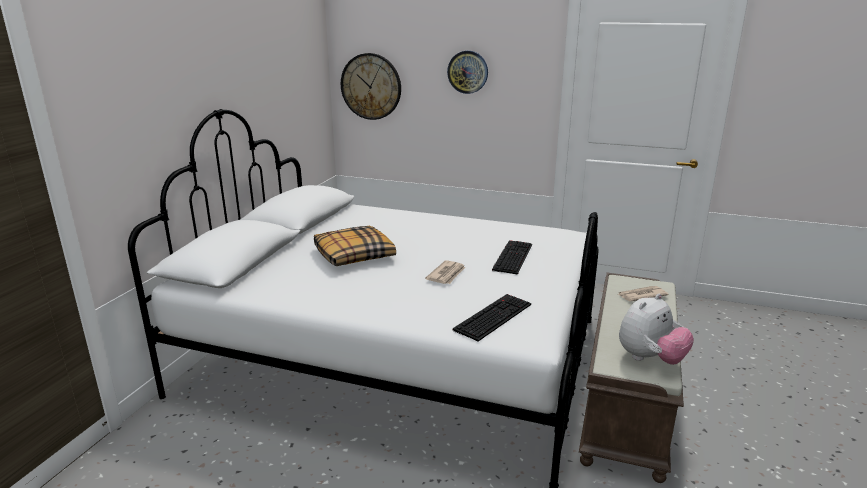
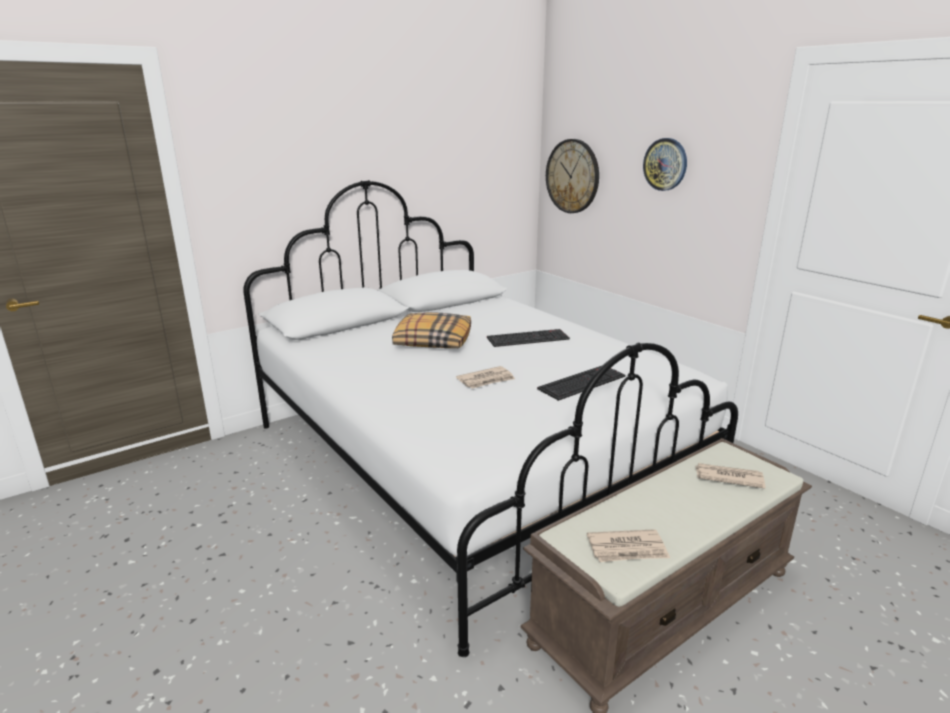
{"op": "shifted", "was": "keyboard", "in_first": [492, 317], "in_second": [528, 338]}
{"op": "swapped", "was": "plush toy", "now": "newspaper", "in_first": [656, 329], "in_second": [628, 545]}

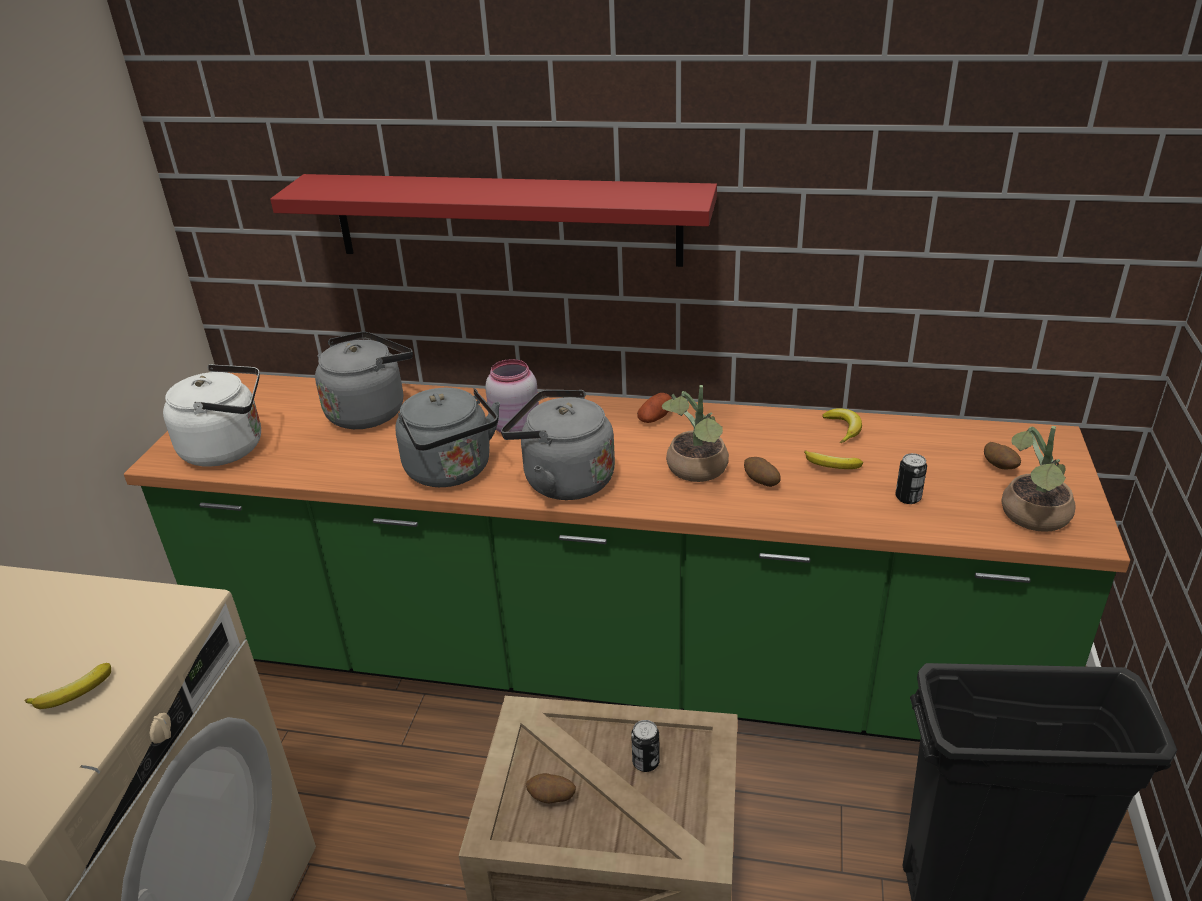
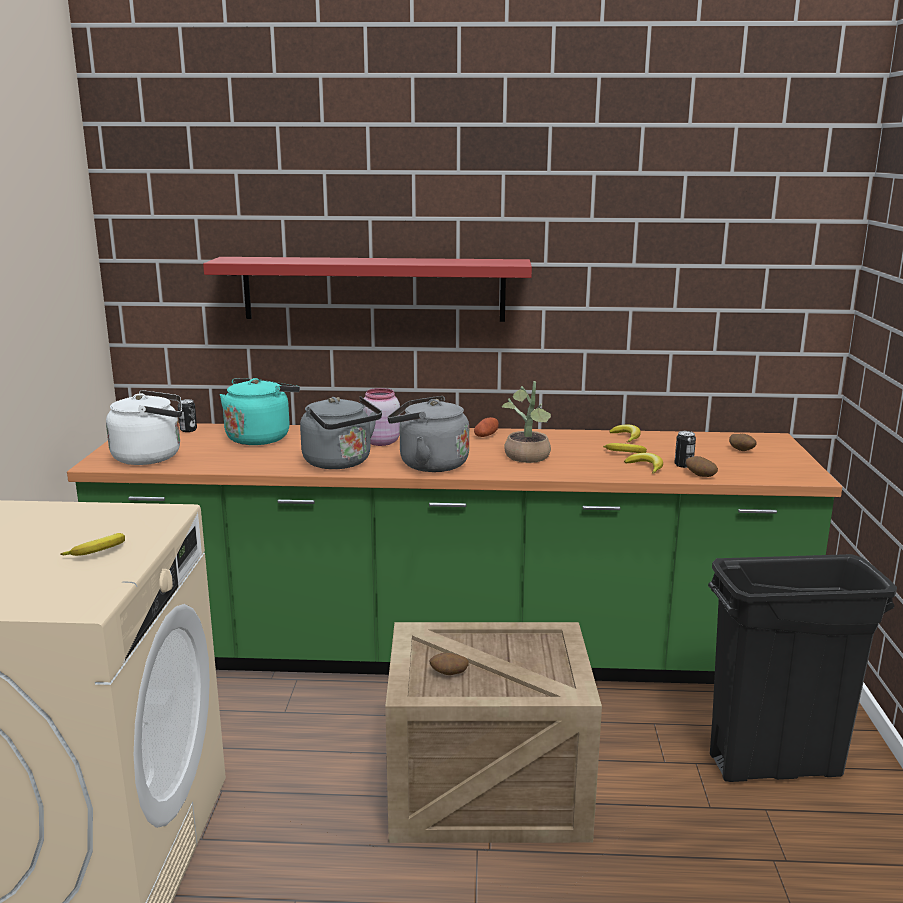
{"op": "shifted", "was": "can", "in_first": [645, 746], "in_second": [187, 415]}
{"op": "repainted", "was": "kettle (grey)", "now": "kettle (turquoise)", "in_first": [364, 380], "in_second": [260, 411]}
{"op": "new", "now": "banana", "in_second": [643, 463]}
{"op": "shifted", "was": "potato", "in_first": [762, 472], "in_second": [702, 466]}
{"op": "gone", "was": "potted plant", "in_first": [1039, 479]}

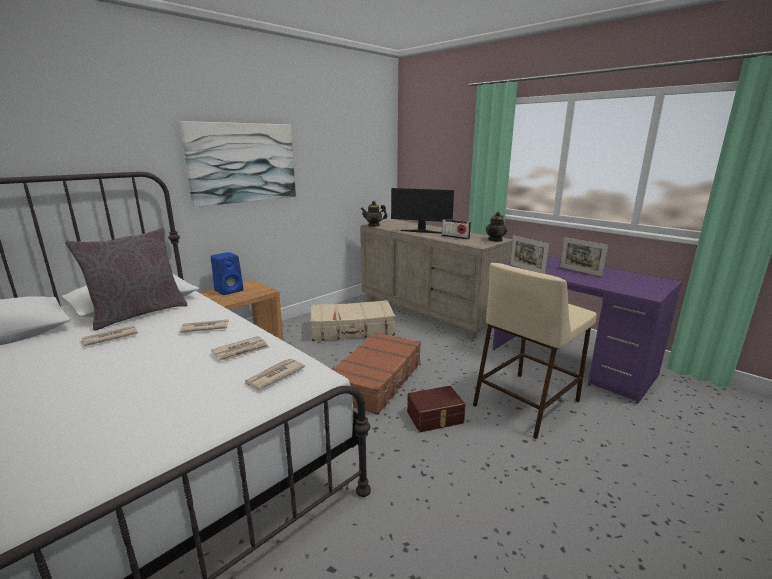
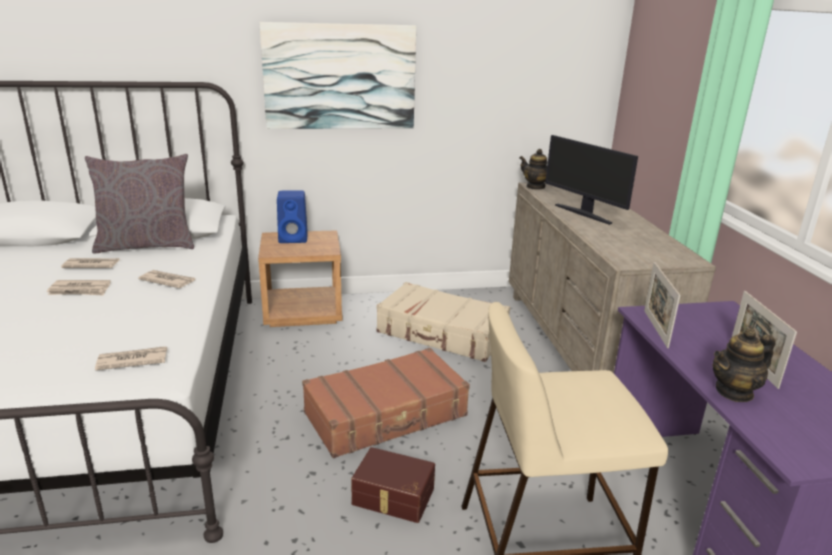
{"op": "shifted", "was": "newspaper", "in_first": [240, 348], "in_second": [79, 288]}
{"op": "shifted", "was": "teapot", "in_first": [496, 227], "in_second": [744, 365]}
{"op": "gone", "was": "radio", "in_first": [456, 229]}

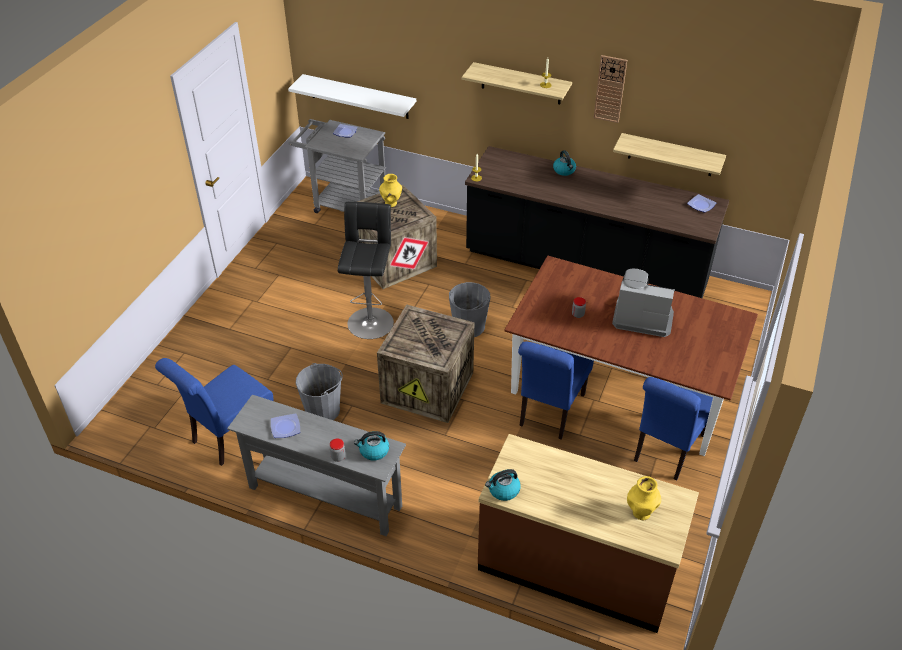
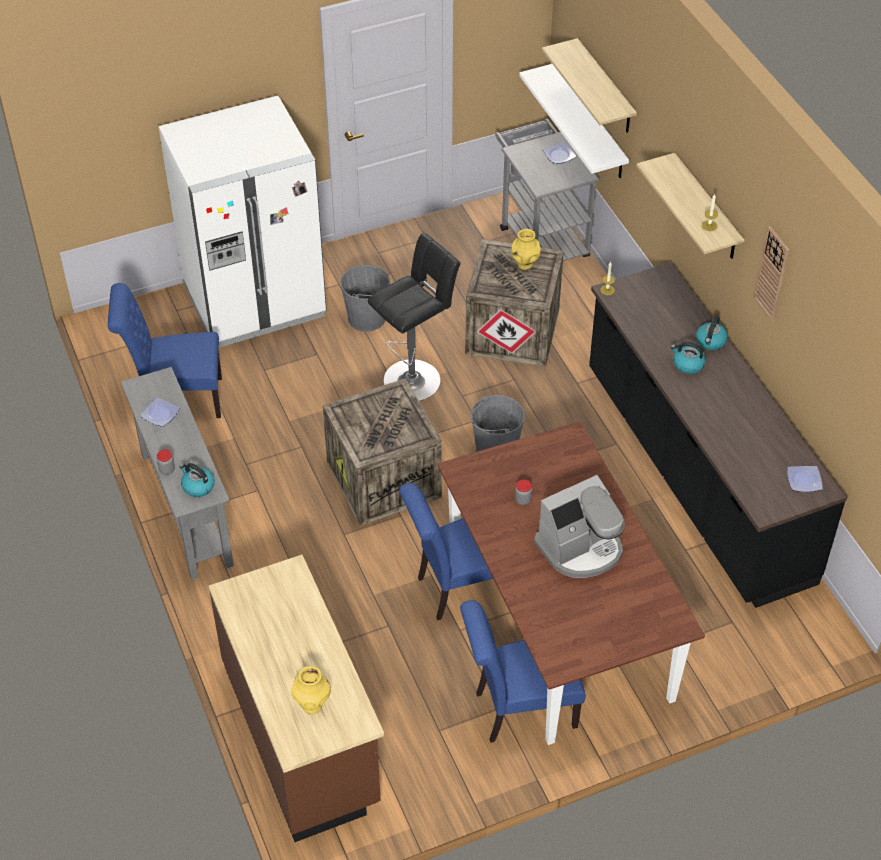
{"op": "new", "now": "fridge (white)", "in_second": [243, 222]}
{"op": "shifted", "was": "bucket (grey)", "in_first": [319, 391], "in_second": [365, 298]}
{"op": "rotated", "was": "coffee machine", "in_first": [643, 302], "in_second": [579, 526], "clockwise": 90}
{"op": "shifted", "was": "shelf", "in_first": [669, 154], "in_second": [589, 85]}
{"op": "shifted", "was": "kettle", "in_first": [503, 485], "in_second": [688, 358]}

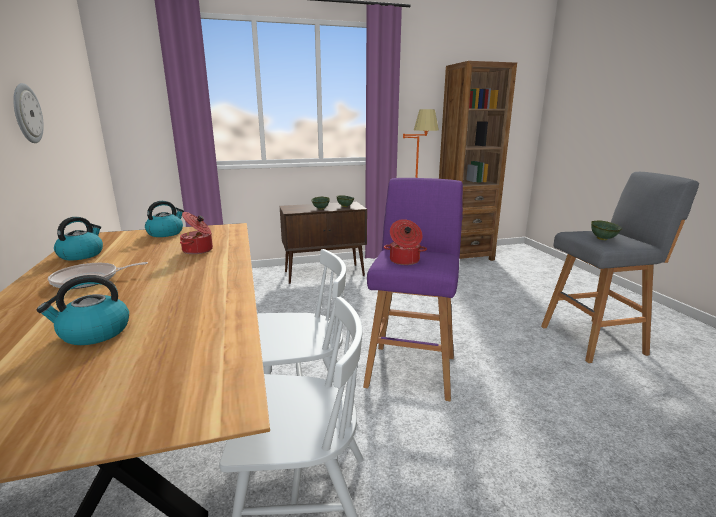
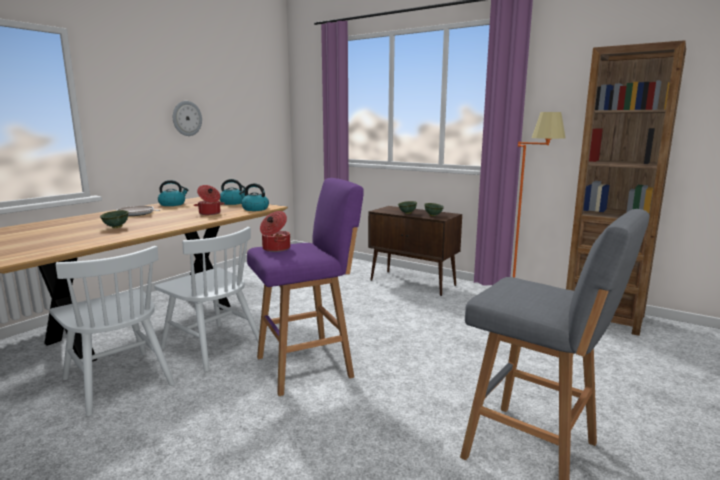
{"op": "shifted", "was": "bowl (green)", "in_first": [606, 230], "in_second": [114, 219]}
{"op": "shifted", "was": "kettle", "in_first": [83, 310], "in_second": [254, 197]}

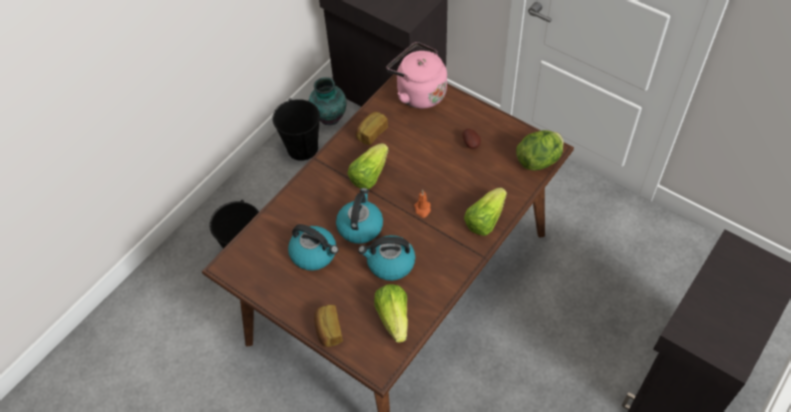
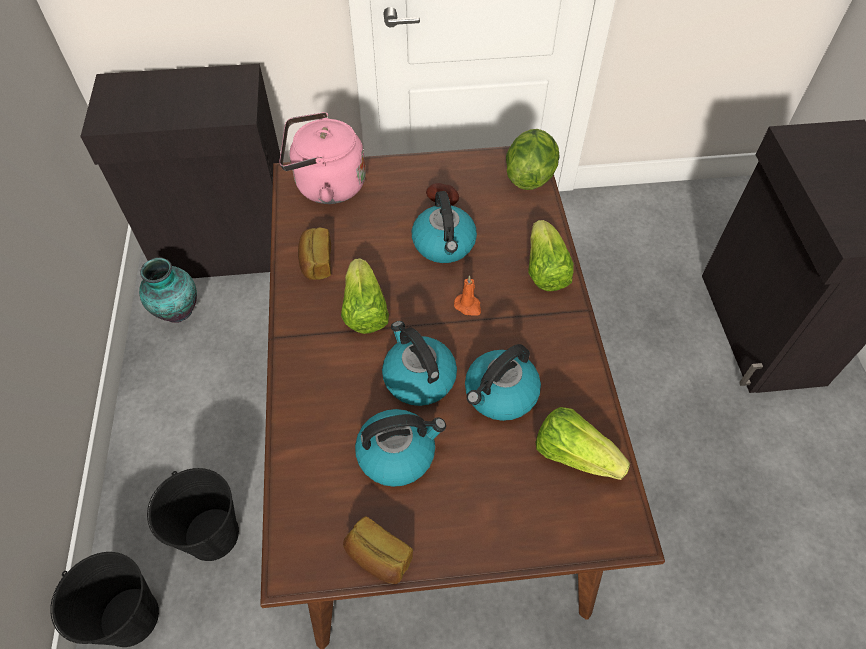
{"op": "shifted", "was": "bucket (black)", "in_first": [296, 129], "in_second": [104, 599]}
{"op": "shifted", "was": "bread", "in_first": [328, 326], "in_second": [378, 550]}
{"op": "new", "now": "kettle", "in_second": [444, 227]}

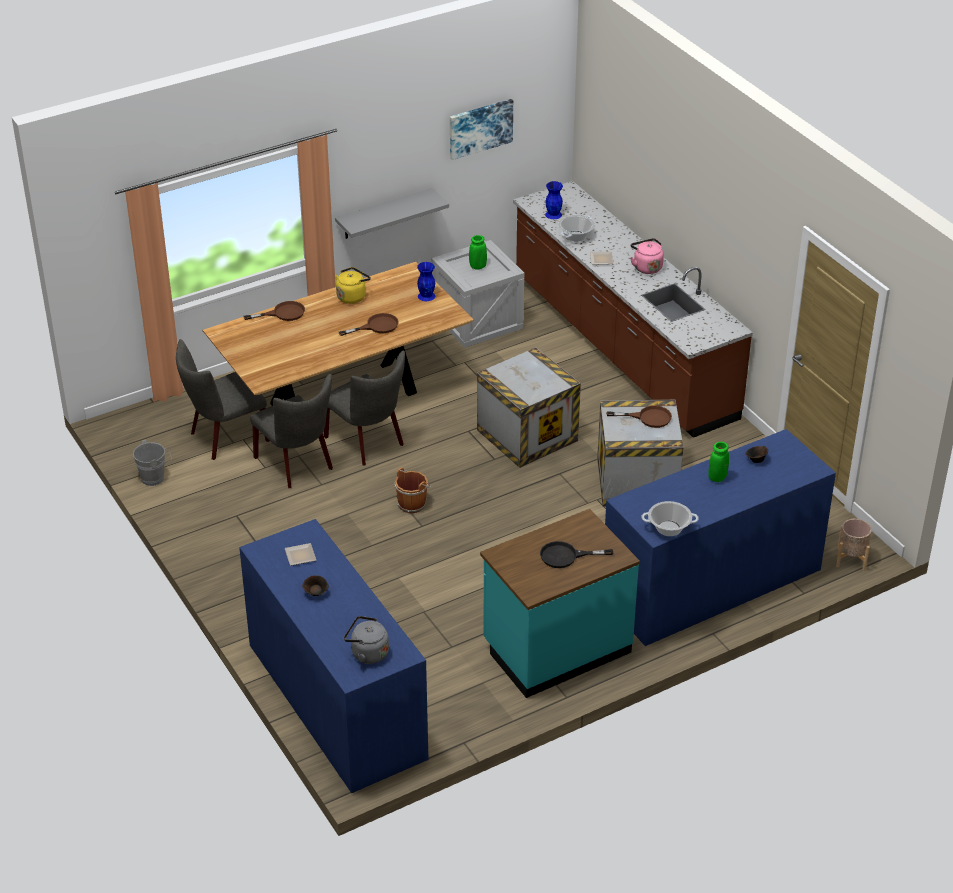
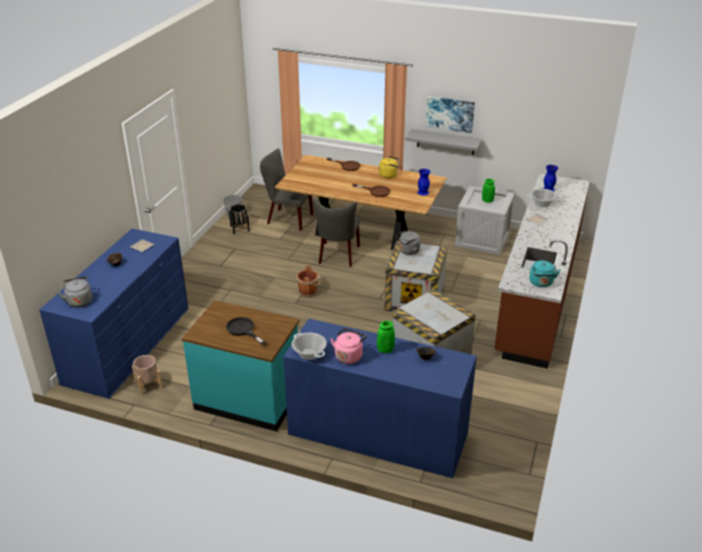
{"op": "shifted", "was": "planter (beige)", "in_first": [854, 545], "in_second": [147, 375]}
{"op": "new", "now": "planter (black)", "in_second": [239, 219]}
{"op": "shifted", "was": "kettle (pink)", "in_first": [647, 256], "in_second": [348, 346]}
{"op": "new", "now": "kettle (grey)", "in_second": [407, 242]}
{"op": "shifted", "was": "picture", "in_first": [481, 129], "in_second": [450, 114]}
{"op": "new", "now": "kettle (turquoise)", "in_second": [544, 273]}
{"op": "gone", "was": "chair (grey)", "in_first": [291, 431]}
{"op": "gone", "was": "frying pan (brown)", "in_first": [639, 416]}

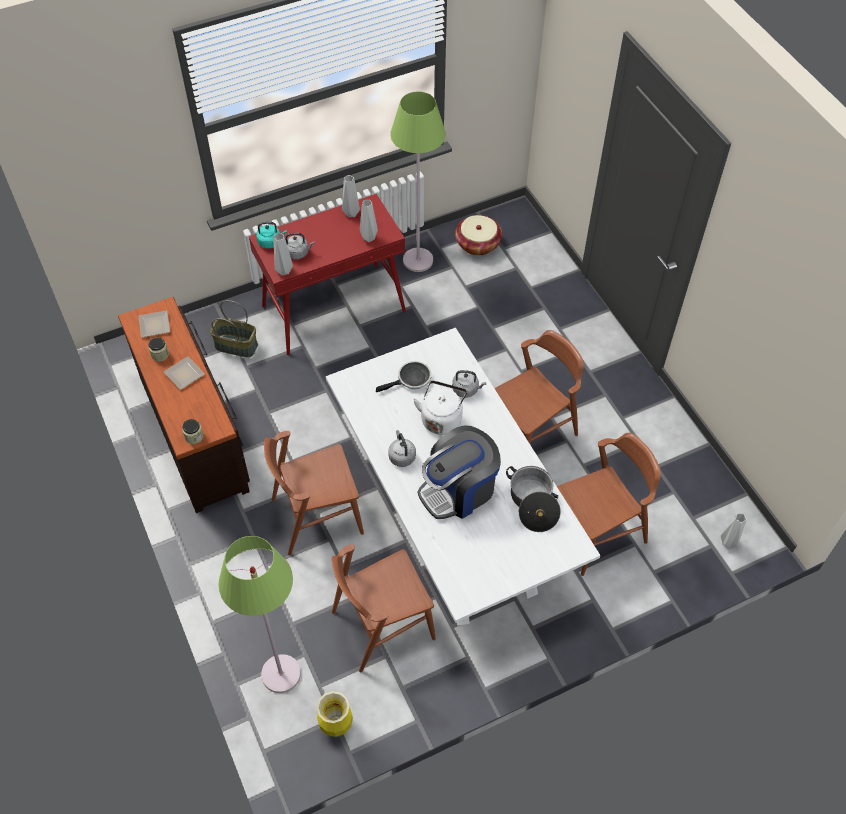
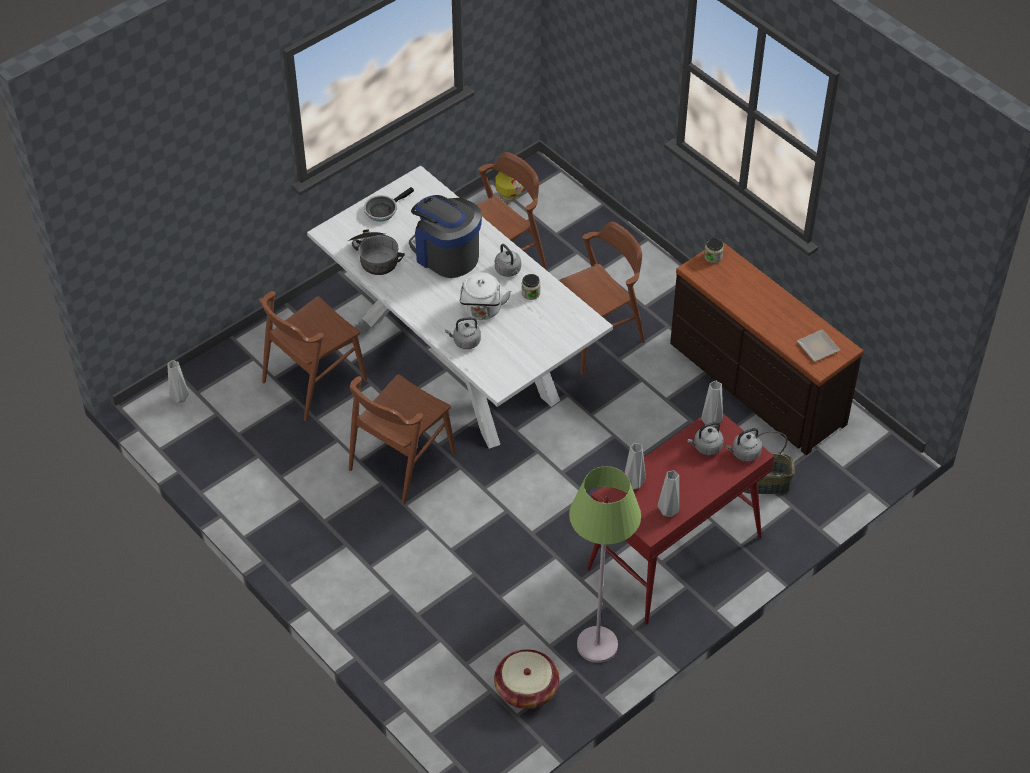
{"op": "shifted", "was": "frying pan", "in_first": [404, 376], "in_second": [389, 204]}
{"op": "rotated", "was": "coffee machine", "in_first": [459, 472], "in_second": [445, 236], "clockwise": -90}
{"op": "shifted", "was": "jar", "in_first": [158, 349], "in_second": [531, 287]}
{"op": "repainted", "was": "kettle (turquoise)", "now": "kettle (grey)", "in_first": [271, 235], "in_second": [744, 445]}
{"op": "gone", "was": "plate", "in_first": [184, 373]}
{"op": "gone", "was": "floor lamp (green)", "in_first": [260, 614]}

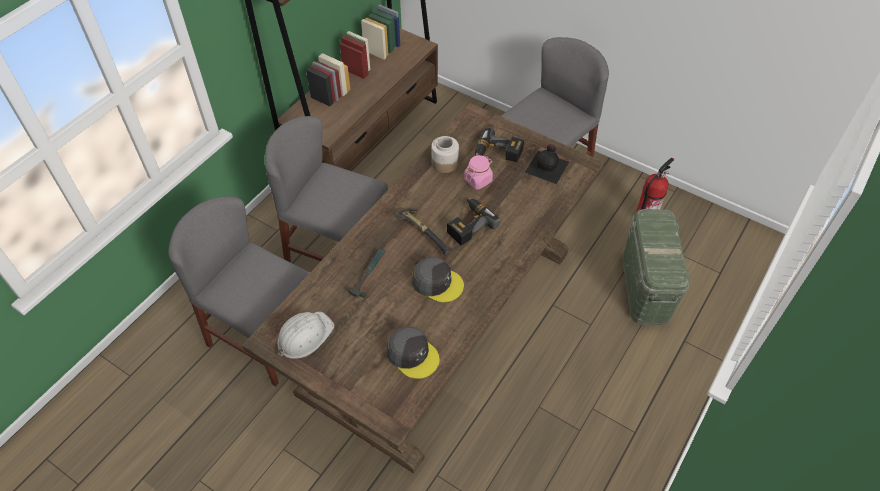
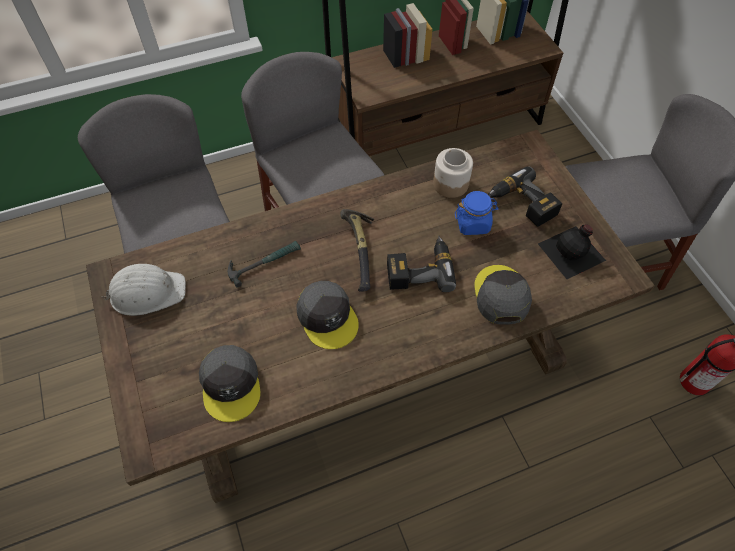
{"op": "repainted", "was": "jar (pink)", "now": "jar (blue)", "in_first": [478, 172], "in_second": [477, 213]}
{"op": "new", "now": "cap (grey)", "in_second": [503, 295]}
{"op": "gone", "was": "storage box (green)", "in_first": [656, 267]}

